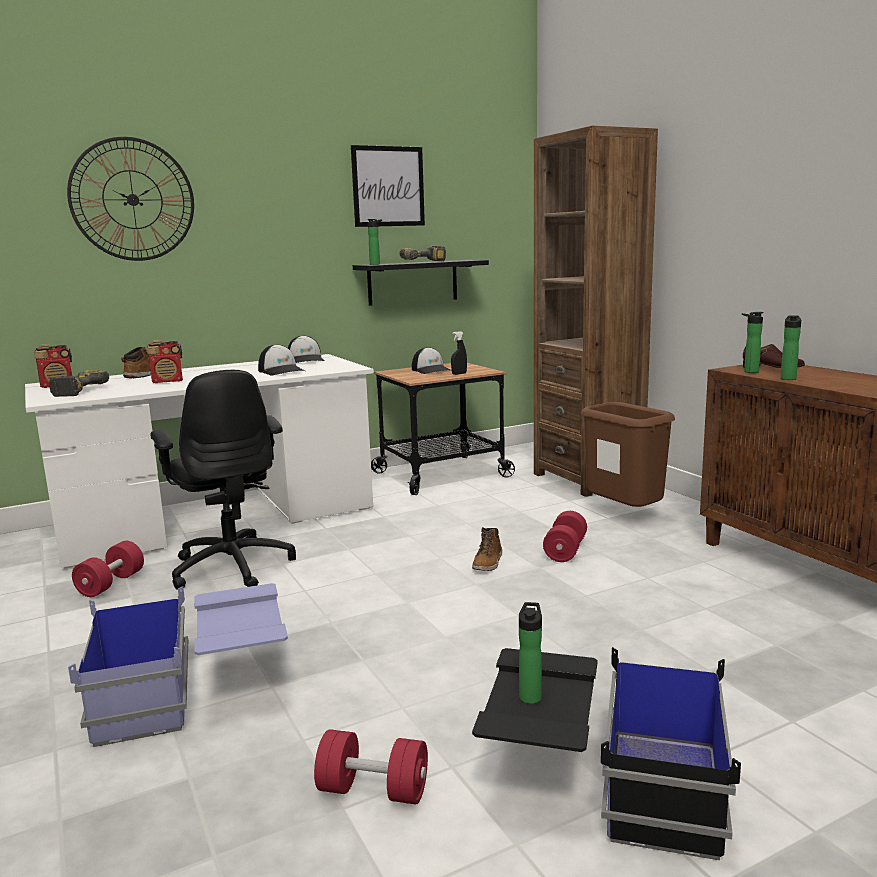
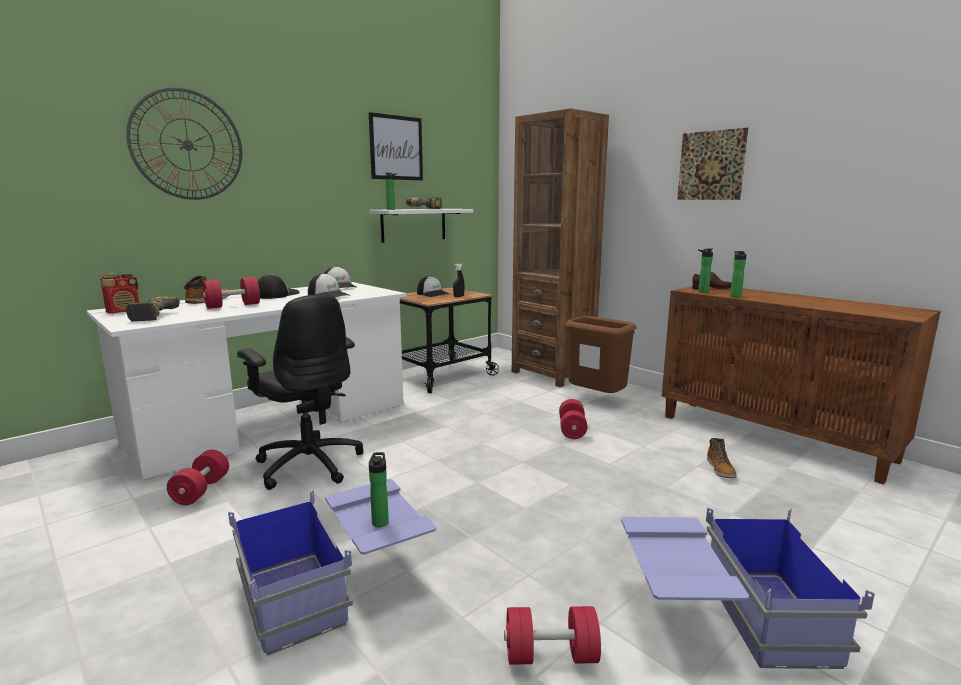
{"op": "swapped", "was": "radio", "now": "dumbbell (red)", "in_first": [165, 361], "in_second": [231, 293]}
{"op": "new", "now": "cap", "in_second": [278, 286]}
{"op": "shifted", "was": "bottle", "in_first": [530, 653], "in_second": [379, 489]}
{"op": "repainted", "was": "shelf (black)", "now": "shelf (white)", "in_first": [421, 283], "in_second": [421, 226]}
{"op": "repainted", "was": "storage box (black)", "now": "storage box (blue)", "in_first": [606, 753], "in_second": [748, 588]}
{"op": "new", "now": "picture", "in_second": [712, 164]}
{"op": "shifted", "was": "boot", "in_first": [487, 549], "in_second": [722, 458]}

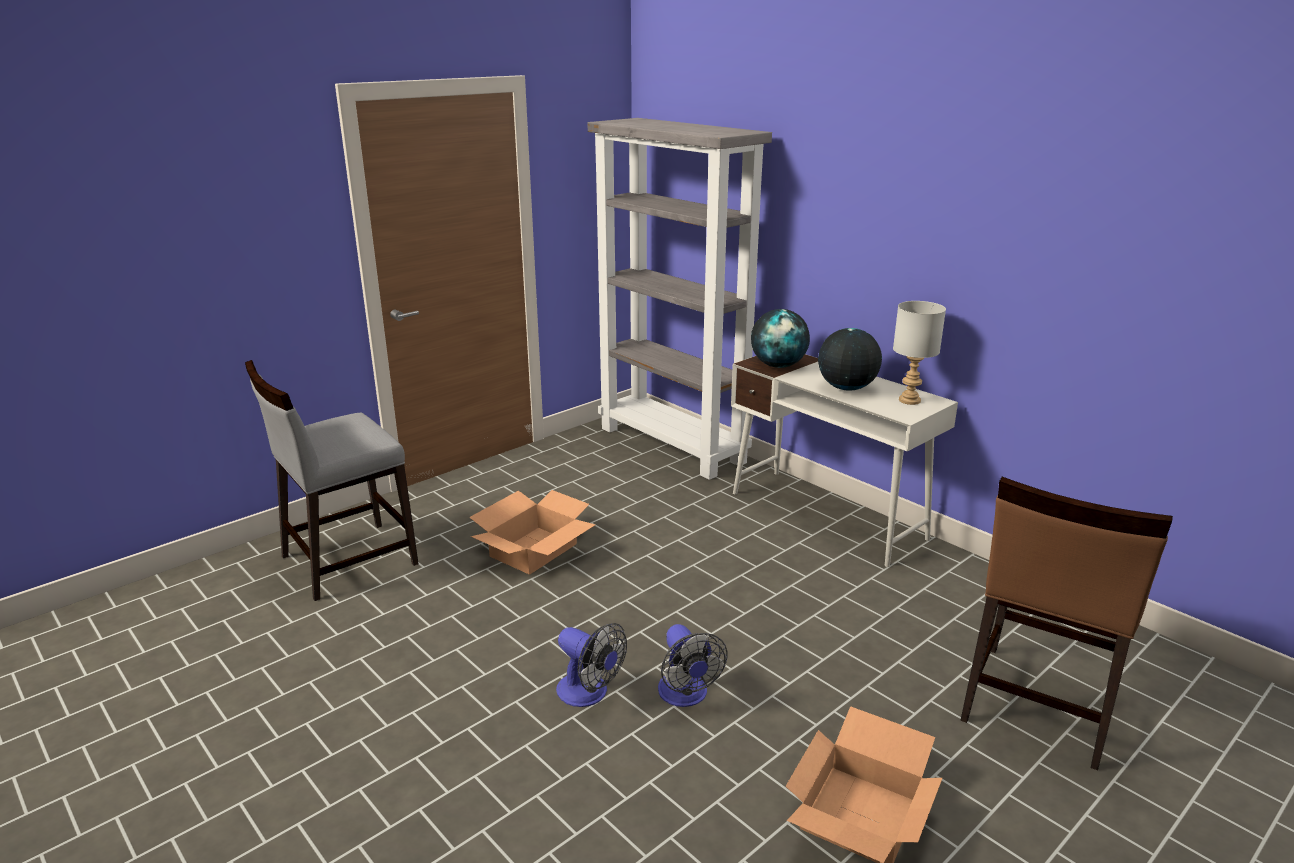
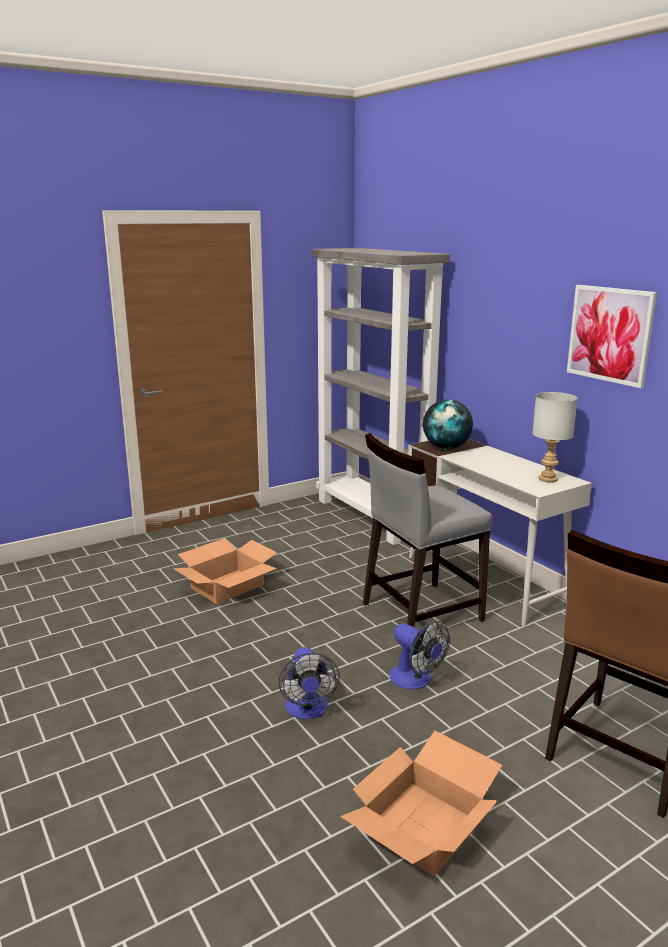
{"op": "shifted", "was": "chair (grey)", "in_first": [332, 480], "in_second": [427, 530]}
{"op": "shifted", "was": "fan", "in_first": [591, 665], "in_second": [419, 655]}
{"op": "new", "now": "picture", "in_second": [612, 336]}
{"op": "gone", "was": "globe", "in_first": [850, 359]}

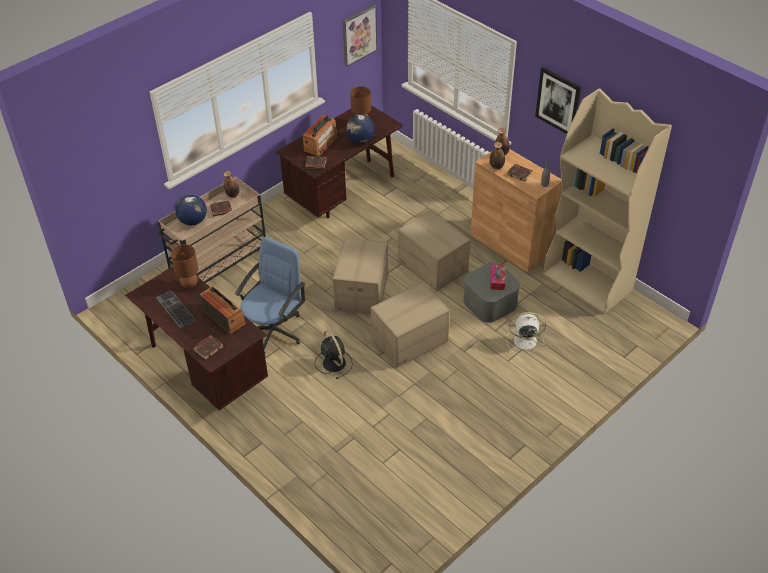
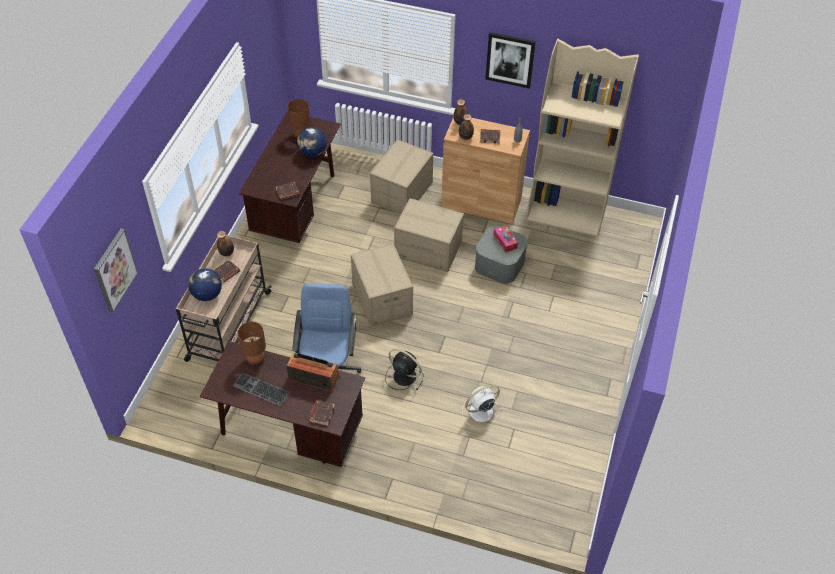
{"op": "shifted", "was": "picture", "in_first": [360, 36], "in_second": [116, 270]}
{"op": "shifted", "was": "cardboard box", "in_first": [410, 325], "in_second": [401, 176]}
{"op": "shifted", "was": "fan (white)", "in_first": [526, 333], "in_second": [482, 407]}
{"op": "gone", "was": "radio", "in_first": [320, 135]}

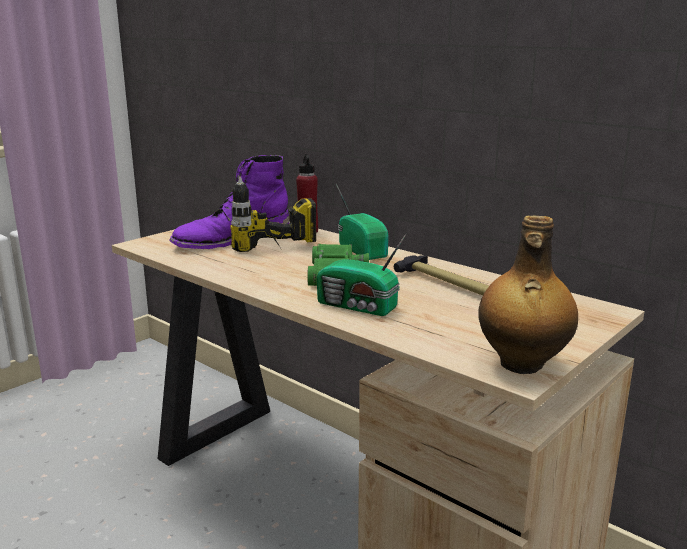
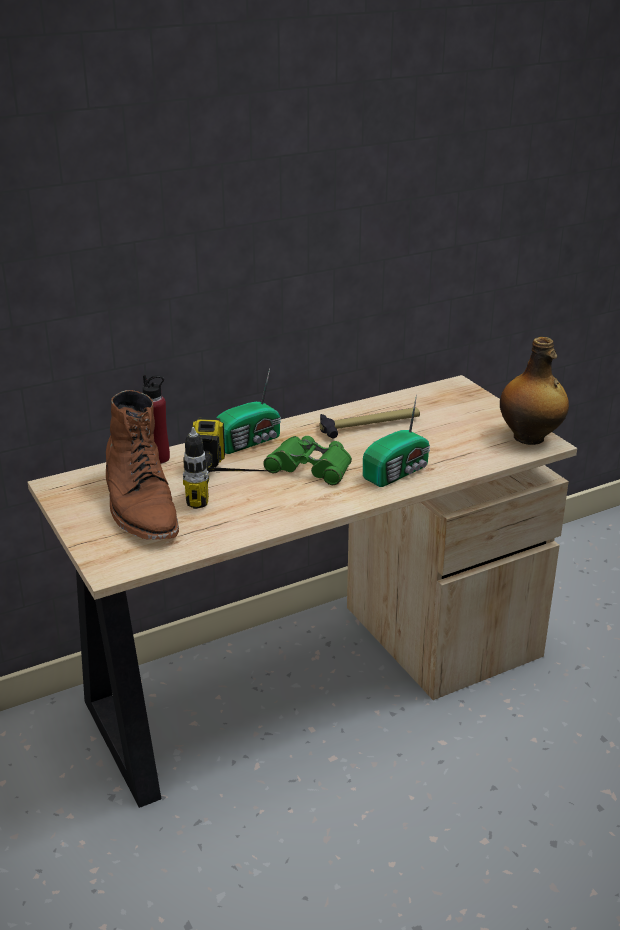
{"op": "repainted", "was": "boot (purple)", "now": "boot (brown)", "in_first": [229, 202], "in_second": [142, 465]}
{"op": "rotated", "was": "radio", "in_first": [362, 222], "in_second": [248, 411], "clockwise": 150}

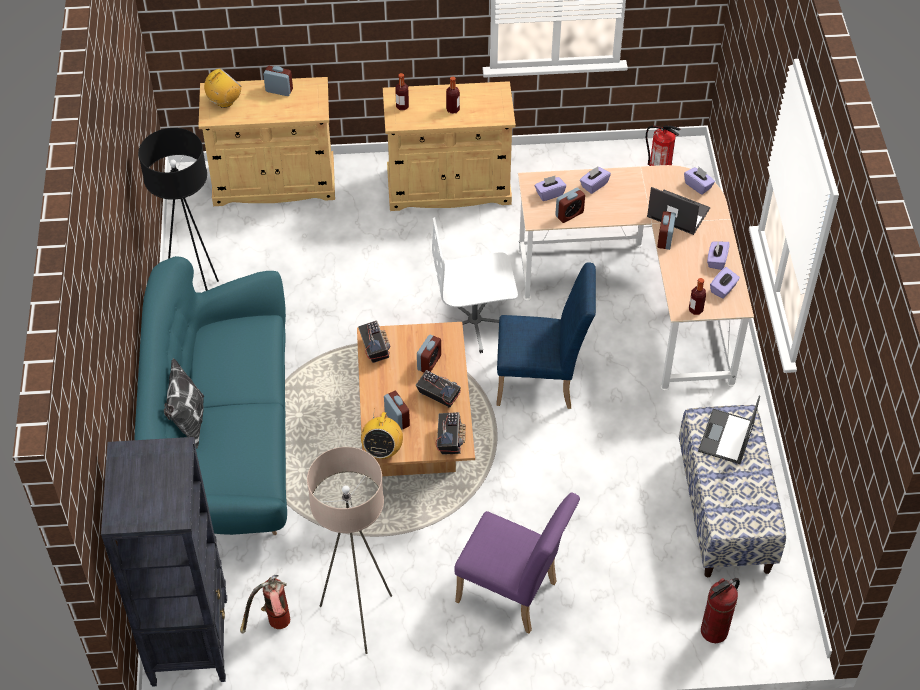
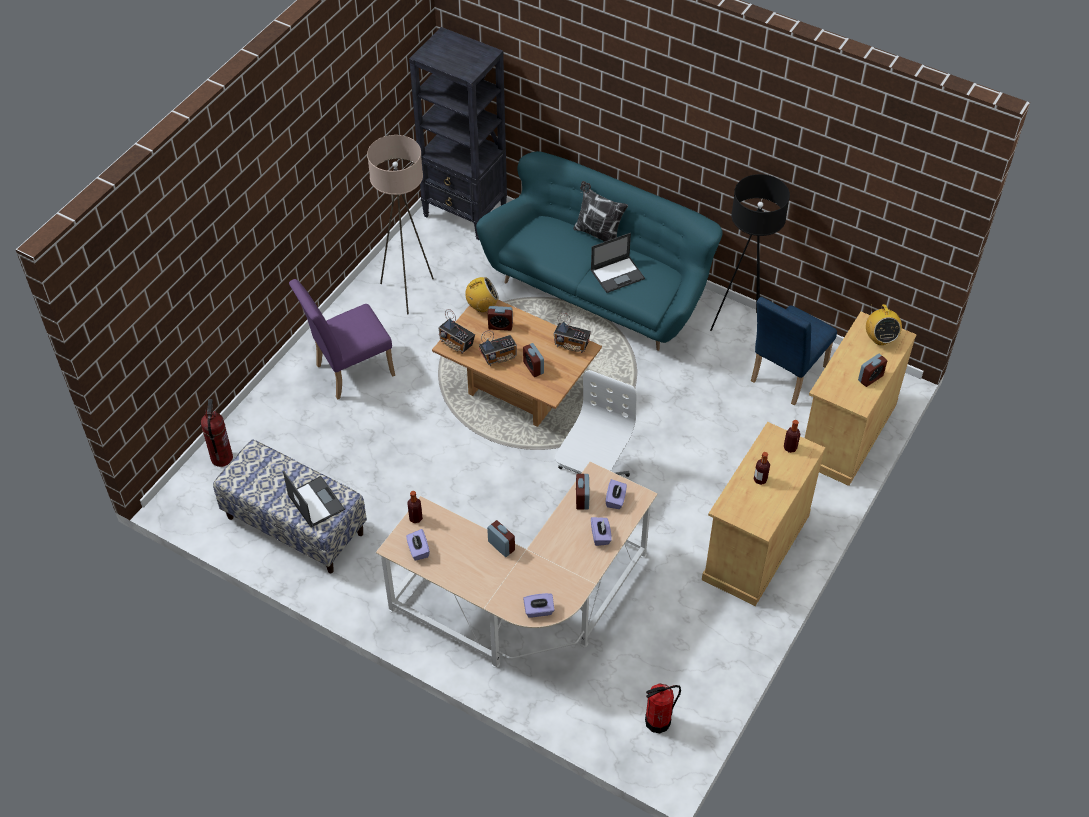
{"op": "rotated", "was": "radio", "in_first": [382, 435], "in_second": [482, 294], "clockwise": 120}
{"op": "shifted", "was": "laptop", "in_first": [679, 211], "in_second": [618, 263]}
{"op": "shifted", "was": "chair (blue)", "in_first": [546, 335], "in_second": [794, 351]}
{"op": "gone", "was": "fire extinguisher", "in_first": [265, 604]}
{"op": "gone", "was": "tissue box (purple)", "in_first": [718, 255]}

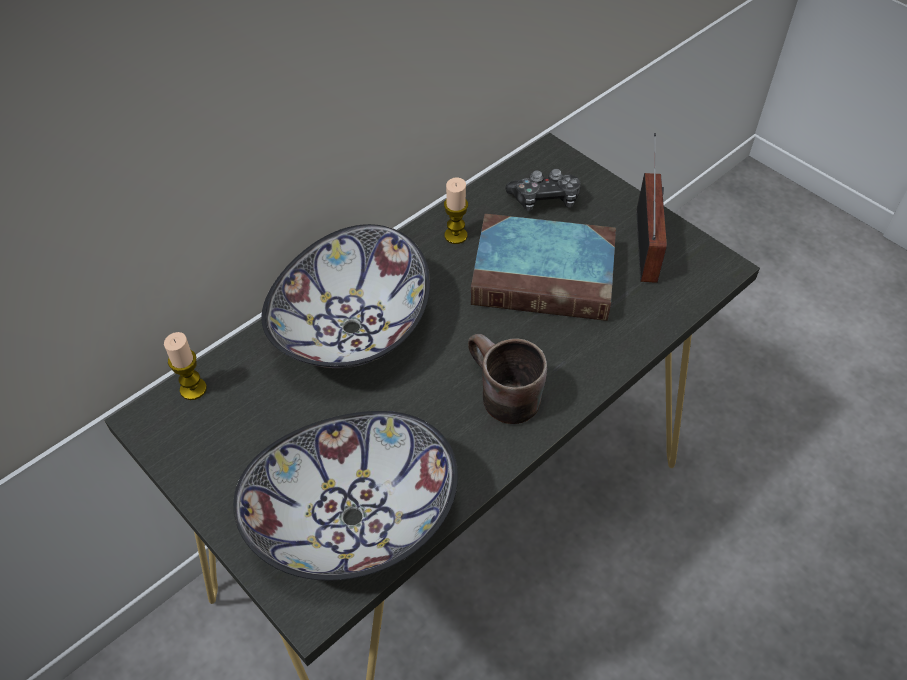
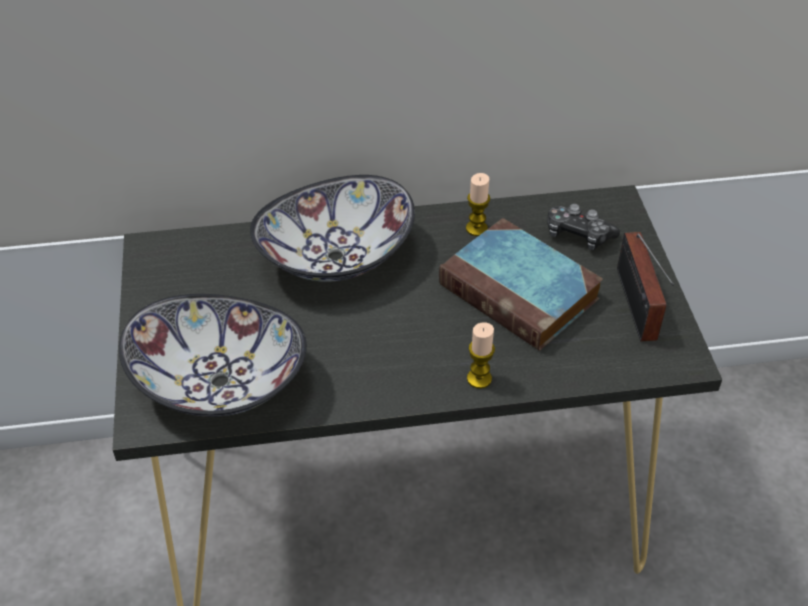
{"op": "shifted", "was": "candle", "in_first": [185, 366], "in_second": [481, 355]}
{"op": "rotated", "was": "radio", "in_first": [651, 208], "in_second": [645, 286], "clockwise": 135}
{"op": "gone", "was": "mug (brown)", "in_first": [507, 379]}

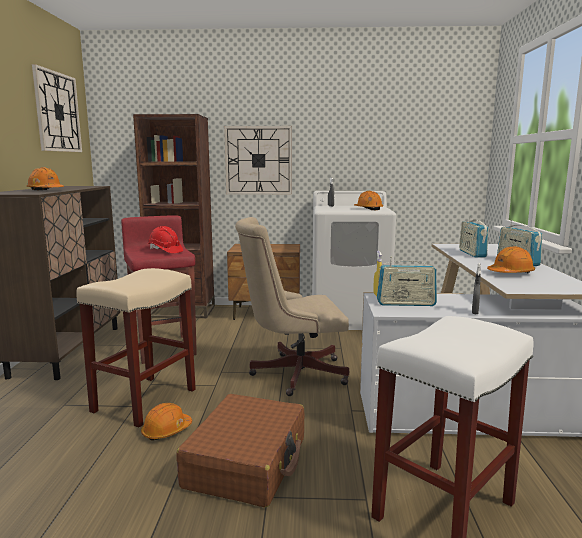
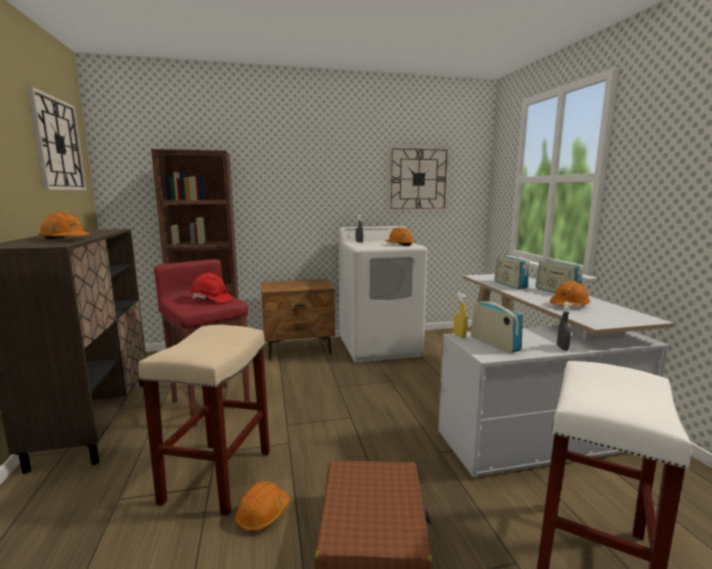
{"op": "shifted", "was": "wall clock", "in_first": [258, 160], "in_second": [419, 178]}
{"op": "rotated", "was": "radio", "in_first": [407, 281], "in_second": [497, 327], "clockwise": -105}
{"op": "gone", "was": "office chair (beige)", "in_first": [292, 306]}

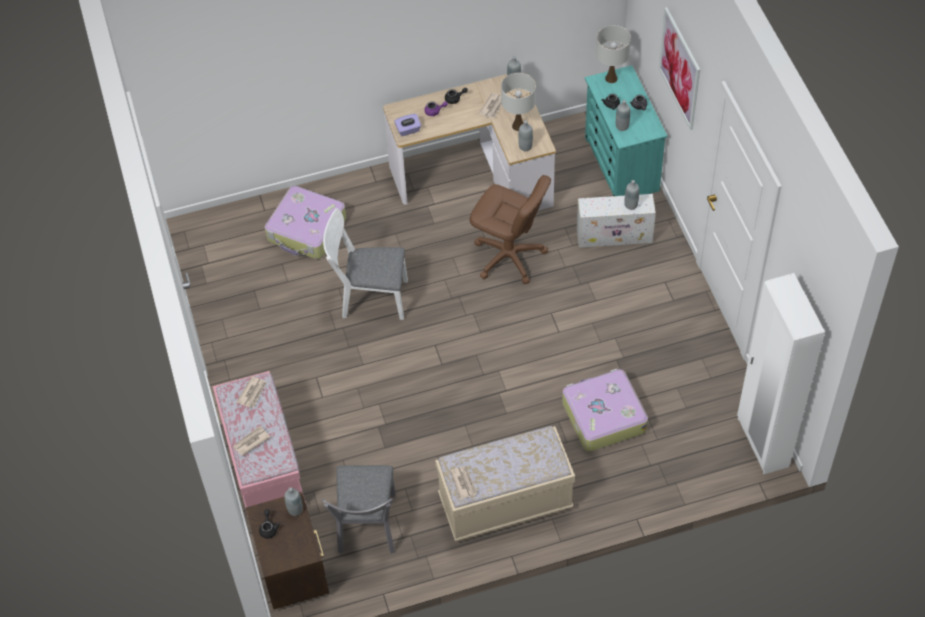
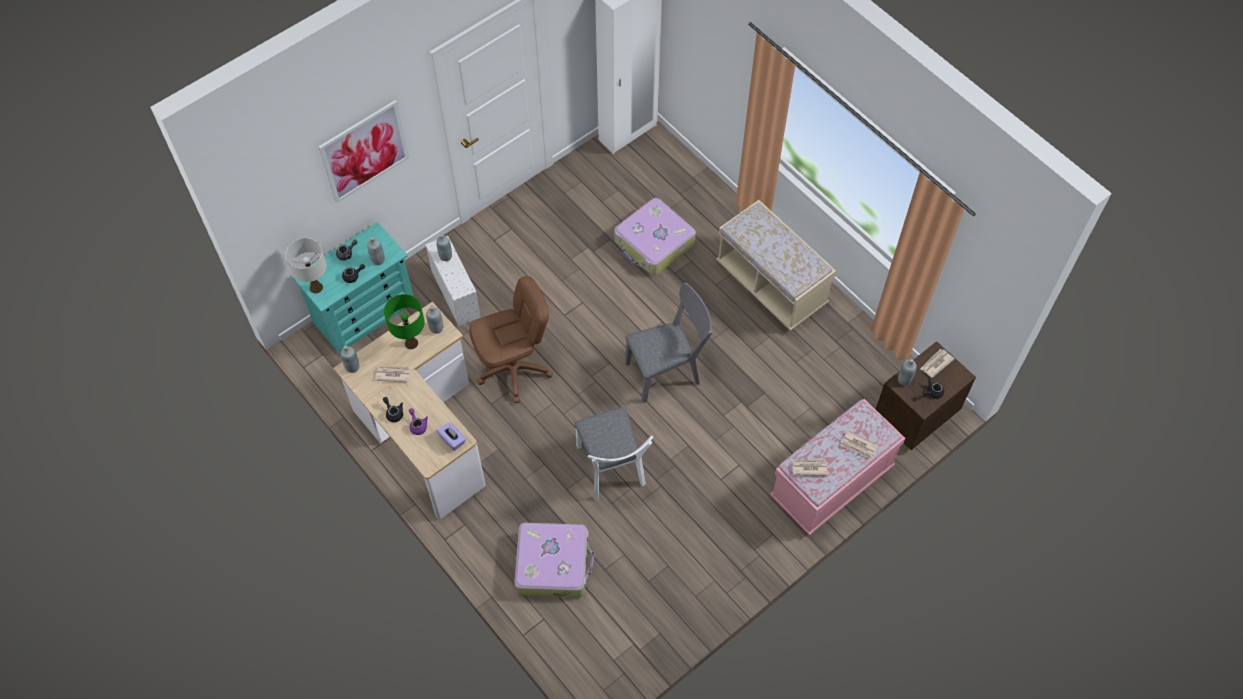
{"op": "repainted", "was": "table lamp (white)", "now": "table lamp (green)", "in_first": [518, 102], "in_second": [404, 321]}
{"op": "rotated", "was": "office chair (brown)", "in_first": [510, 229], "in_second": [511, 339], "clockwise": 60}
{"op": "shifted", "was": "chair (grey)", "in_first": [358, 509], "in_second": [668, 342]}
{"op": "shifted", "was": "newspaper", "in_first": [464, 483], "in_second": [937, 363]}

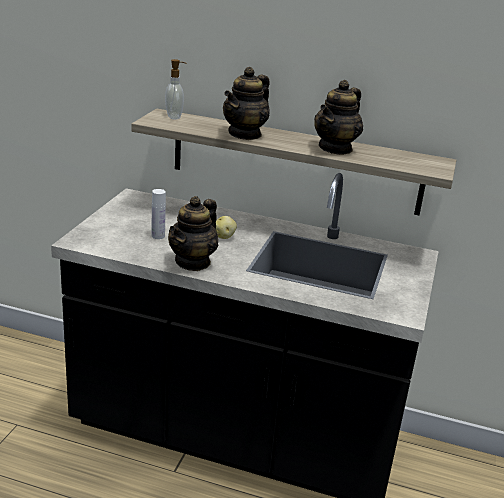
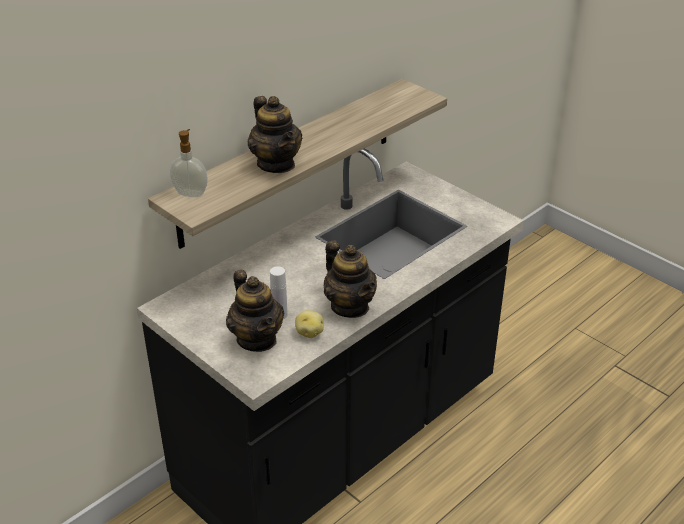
{"op": "shifted", "was": "teapot", "in_first": [338, 117], "in_second": [255, 311]}
{"op": "shifted", "was": "potato", "in_first": [226, 227], "in_second": [309, 324]}

